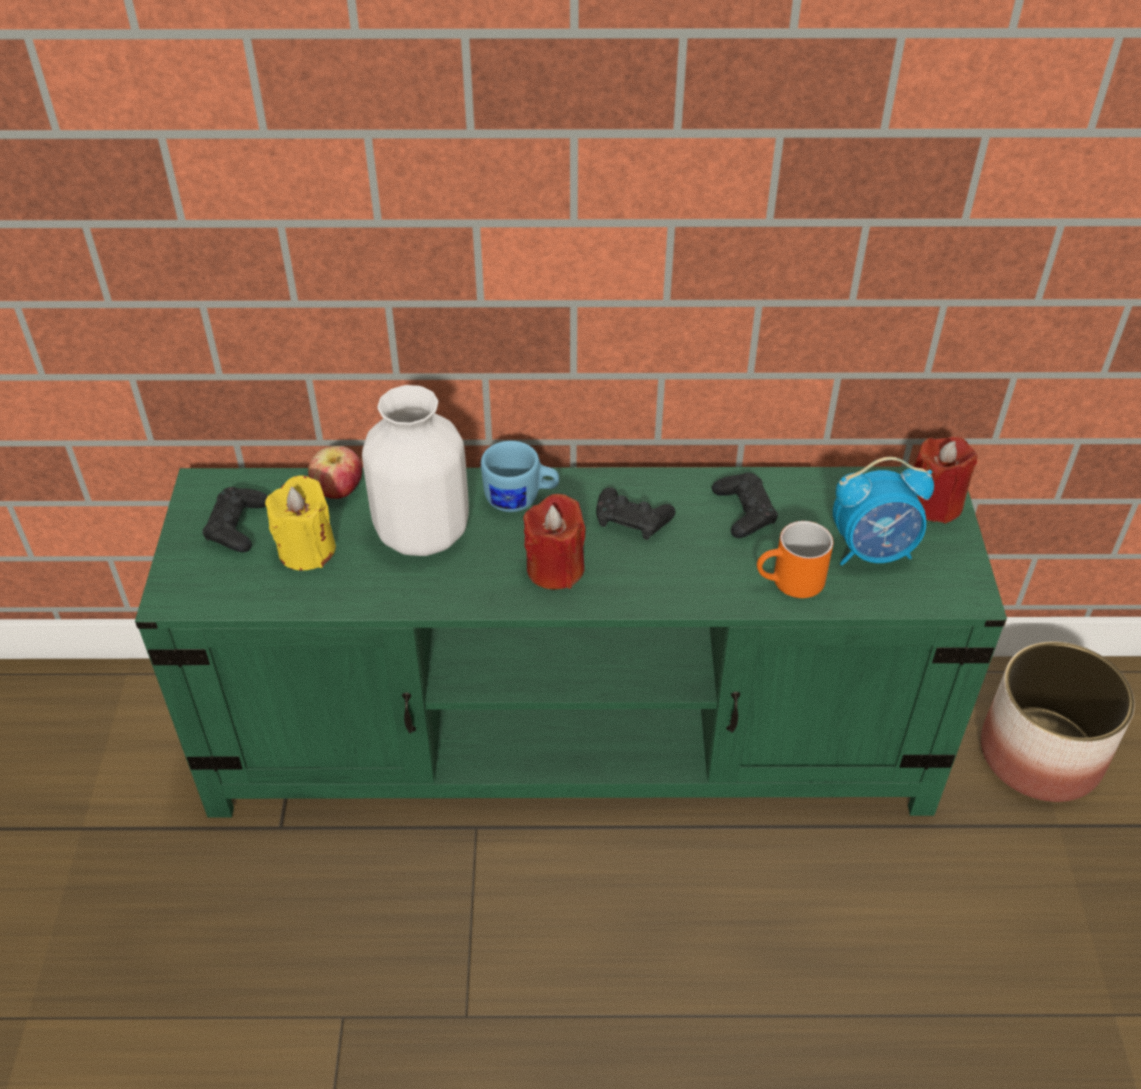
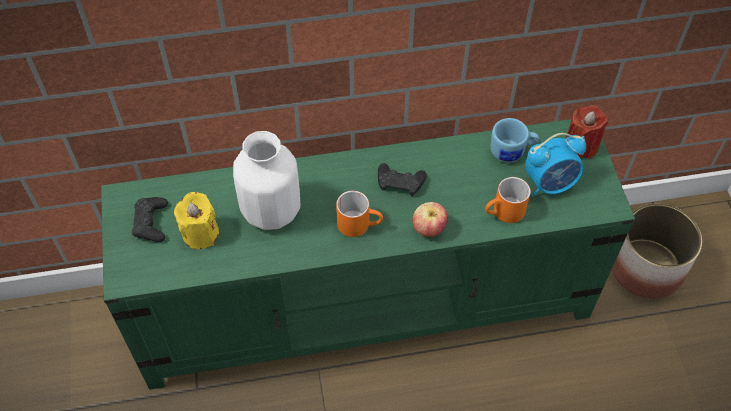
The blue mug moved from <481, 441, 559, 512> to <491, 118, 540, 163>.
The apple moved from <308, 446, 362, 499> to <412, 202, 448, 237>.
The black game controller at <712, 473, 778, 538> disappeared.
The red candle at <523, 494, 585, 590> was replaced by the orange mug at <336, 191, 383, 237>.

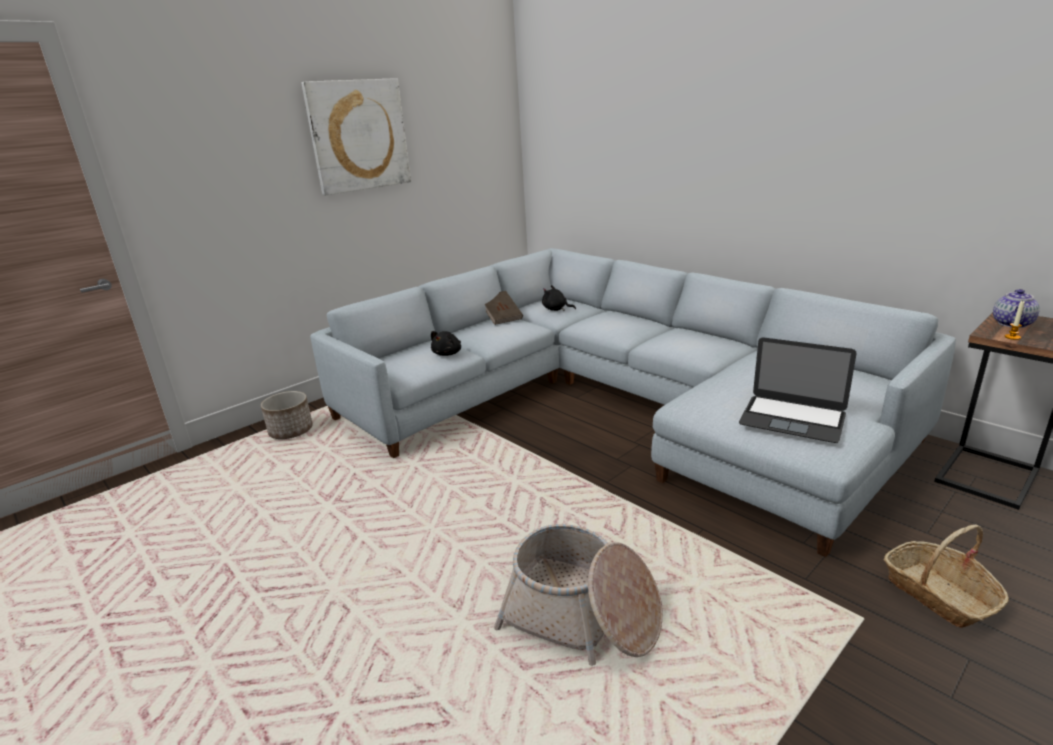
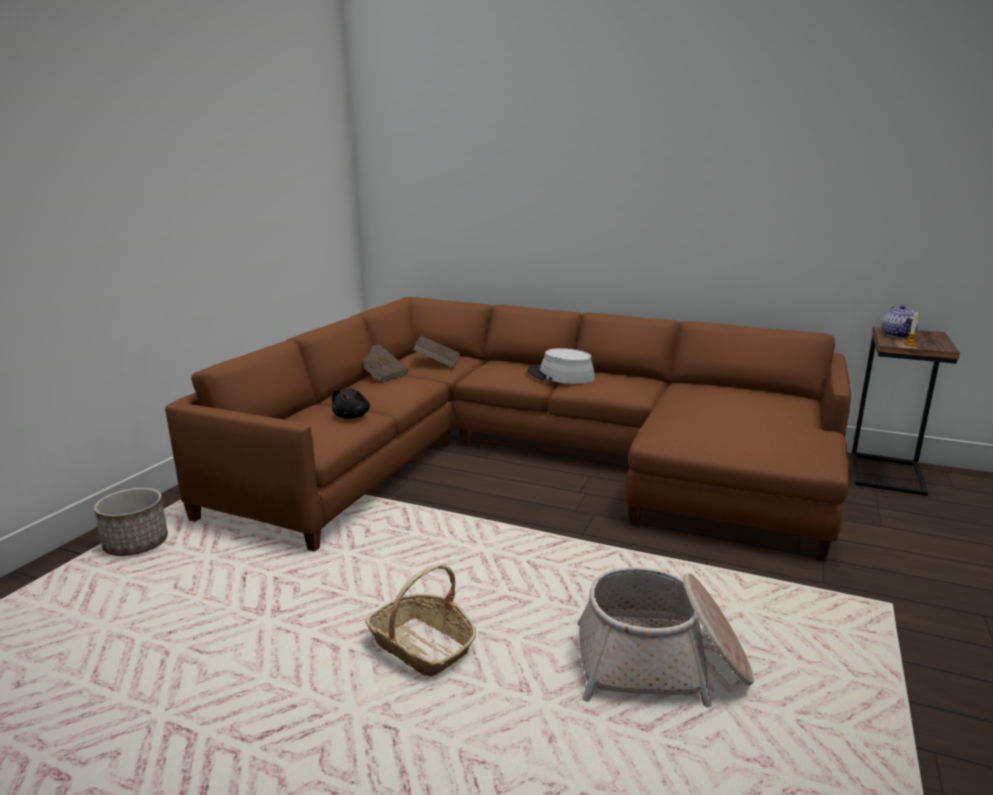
The picture at <301, 78, 411, 195> disappeared.
The grey sofa at <310, 248, 956, 557> became the brown sofa at <165, 297, 851, 562>.
The black plush toy at <542, 285, 576, 311> was replaced by the brown book at <412, 336, 460, 368>.
The laptop at <739, 337, 856, 443> disappeared.
The basket moved from <884, 524, 1009, 628> to <365, 564, 476, 676>.
The grey hat at <527, 348, 595, 384> appeared.

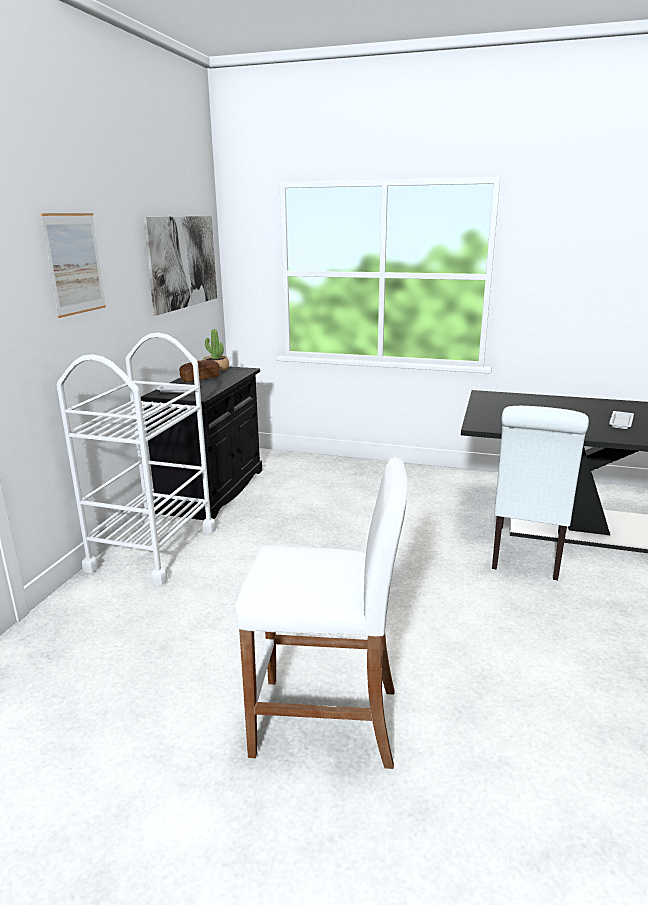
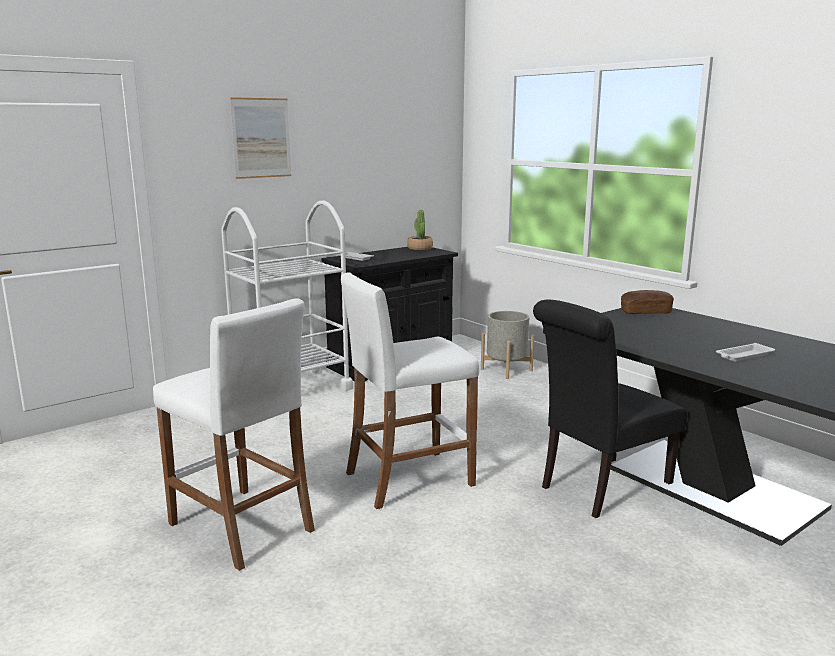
The picture at <143, 216, 217, 315> disappeared.
The bread moved from <179, 360, 220, 382> to <621, 290, 674, 314>.
The white chair at <492, 406, 589, 580> became the black chair at <533, 300, 687, 518>.
The white stool at <341, 272, 479, 509> appeared.
The grey planter at <481, 311, 534, 379> appeared.

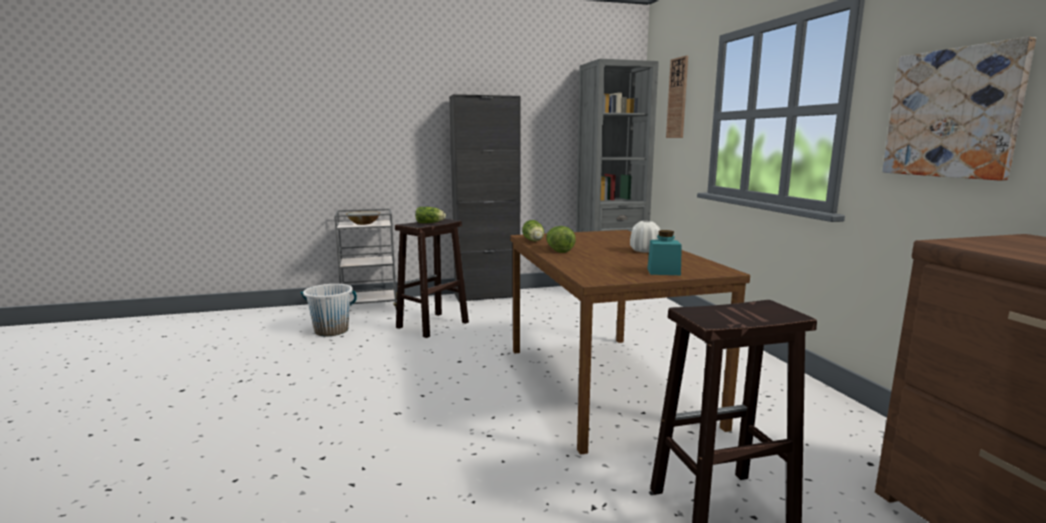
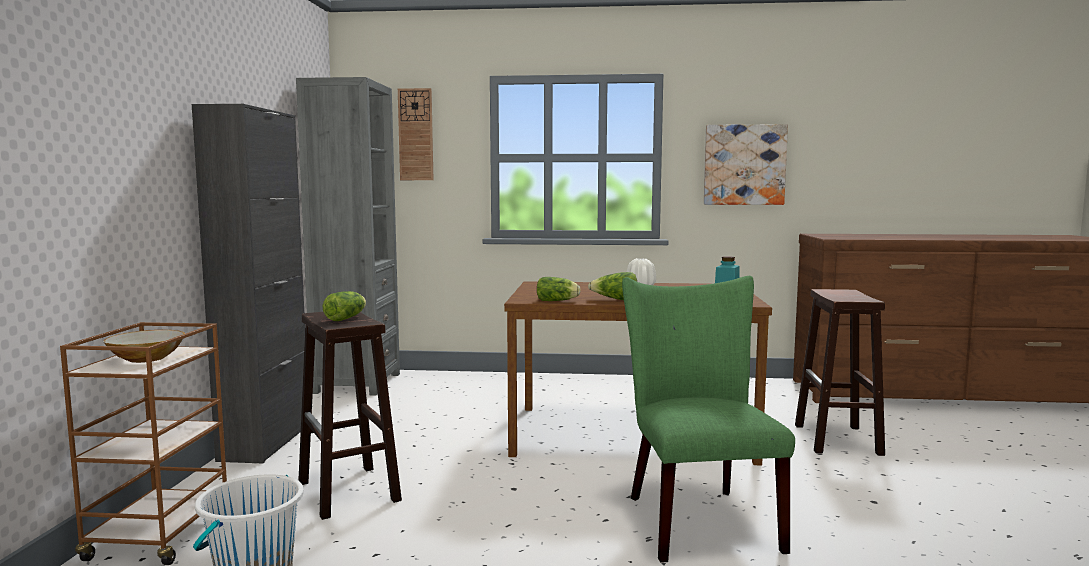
The grey cart at <334, 209, 405, 310> became the brown cart at <60, 322, 227, 565>.
The green chair at <622, 276, 795, 563> appeared.

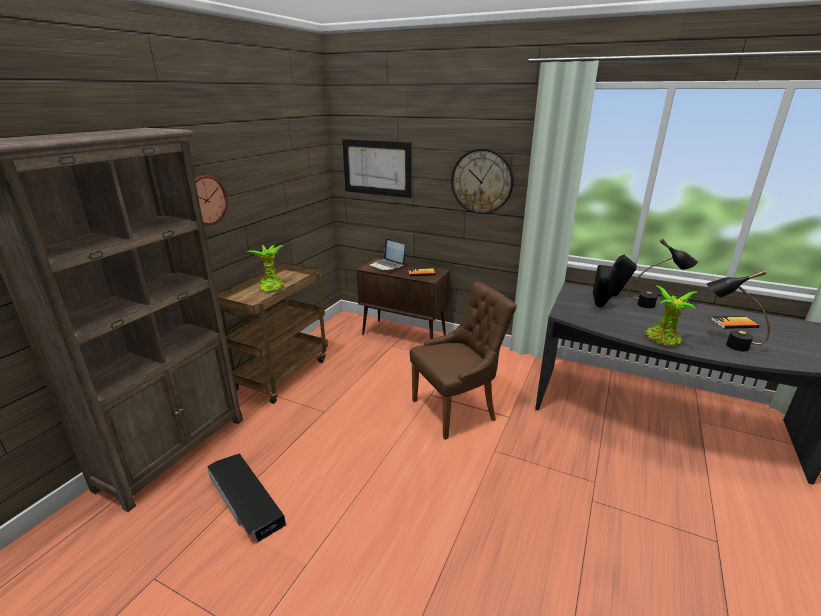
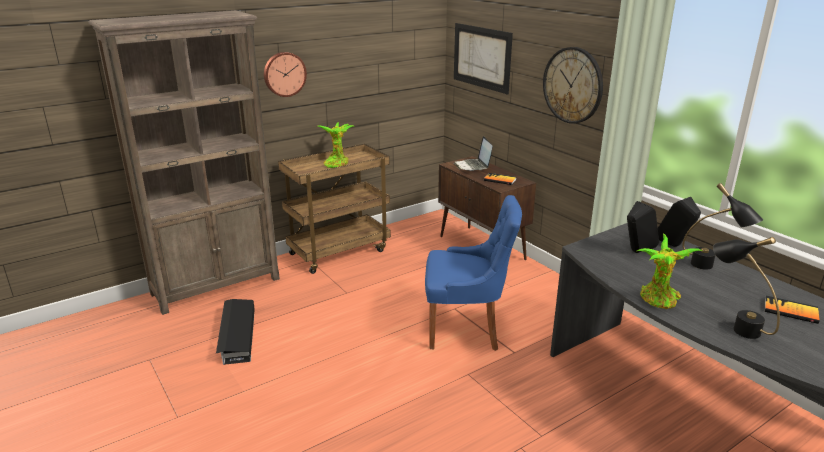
The brown chair at <410, 282, 517, 440> became the blue chair at <425, 195, 522, 351>.

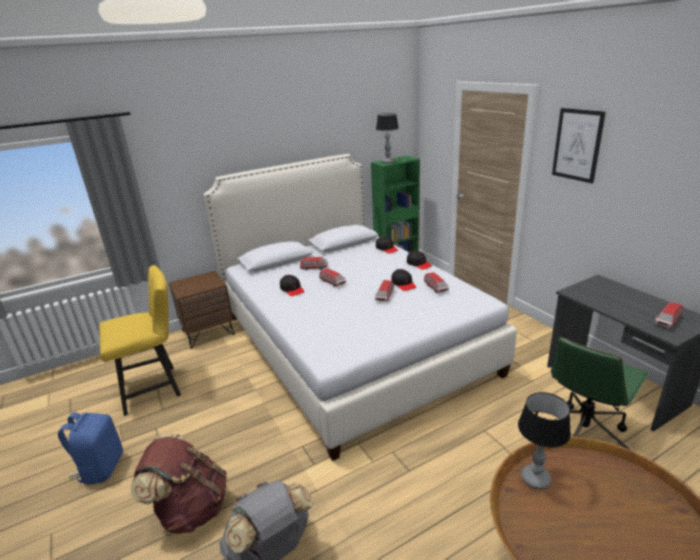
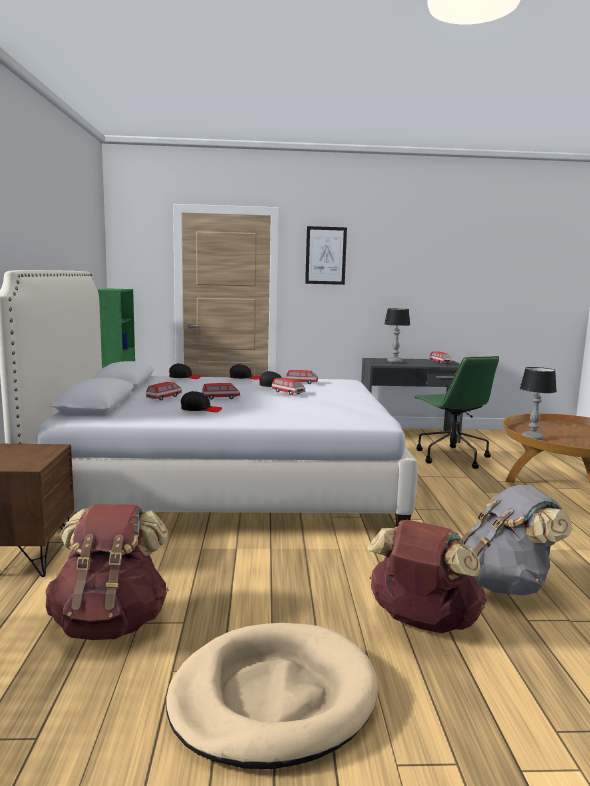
The table lamp moved from <376, 113, 399, 164> to <384, 308, 410, 363>.
The yellow chair at <99, 265, 181, 416> was replaced by the brown backpack at <45, 504, 169, 640>.
The blue backpack at <58, 412, 123, 485> was replaced by the beige dog bed at <166, 623, 378, 769>.

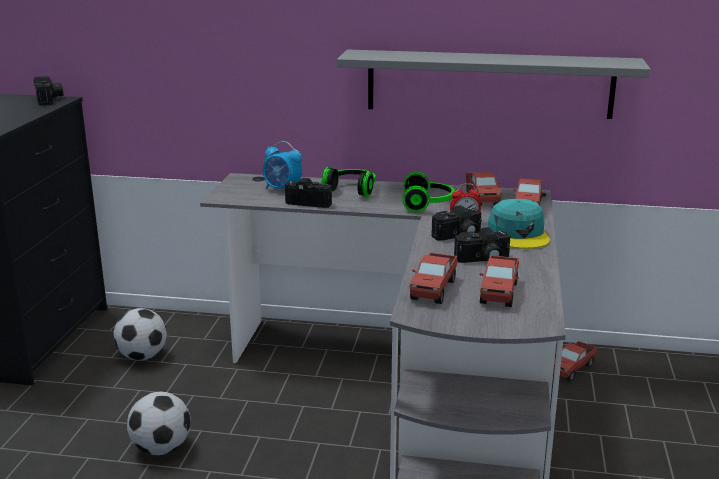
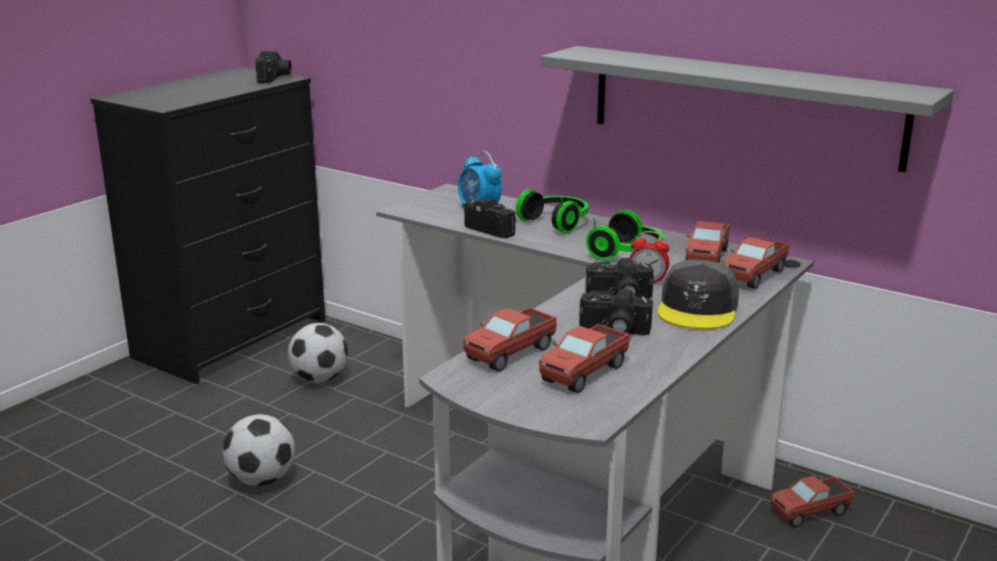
The turquoise cap at <488, 199, 550, 249> became the grey cap at <658, 260, 739, 329>.

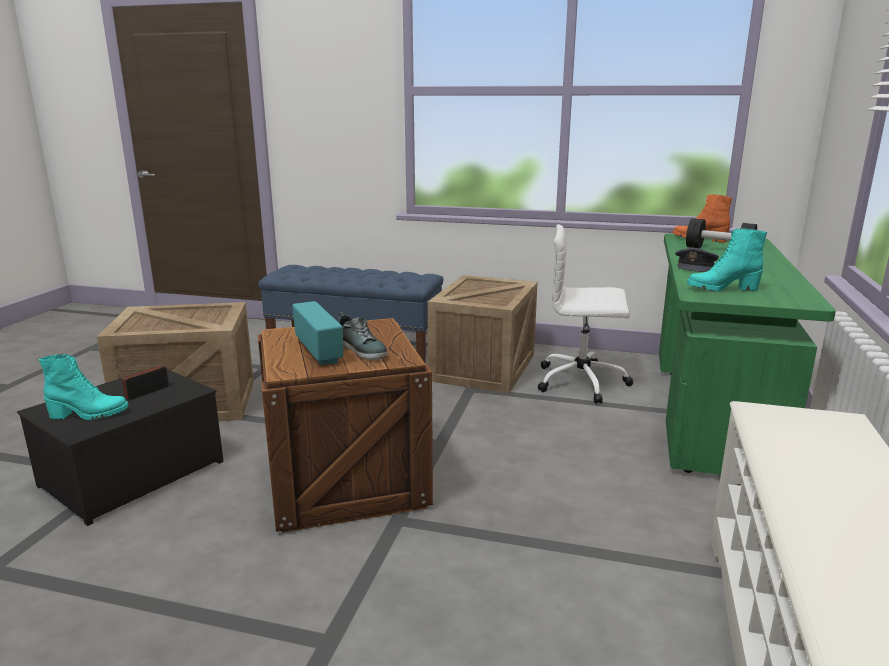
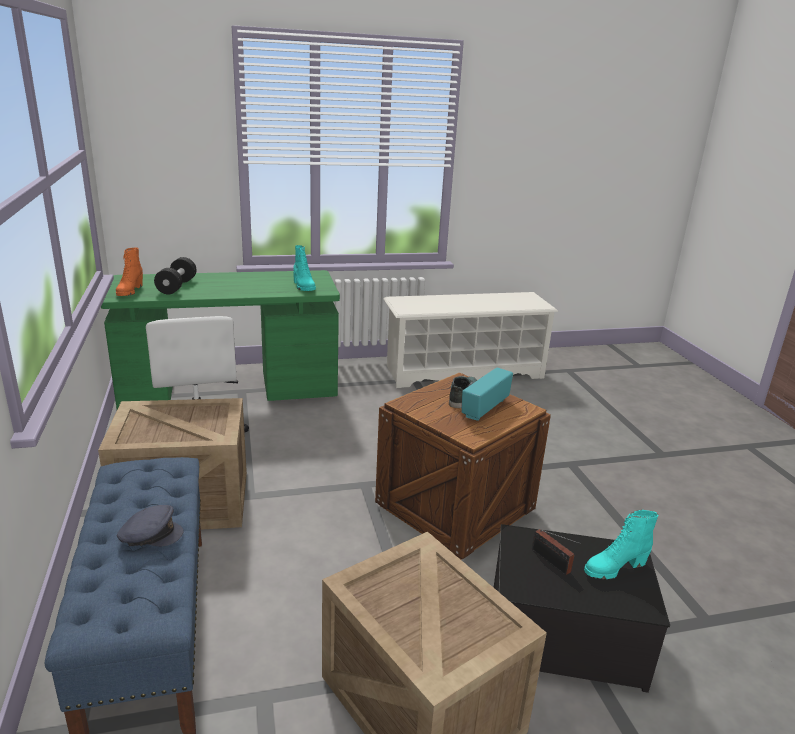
The grey cap moved from <675, 248, 719, 272> to <117, 505, 184, 546>.
The turquoise boot at <39, 354, 129, 420> turned 75 degrees counterclockwise.
The radio at <116, 365, 169, 400> turned 45 degrees clockwise.

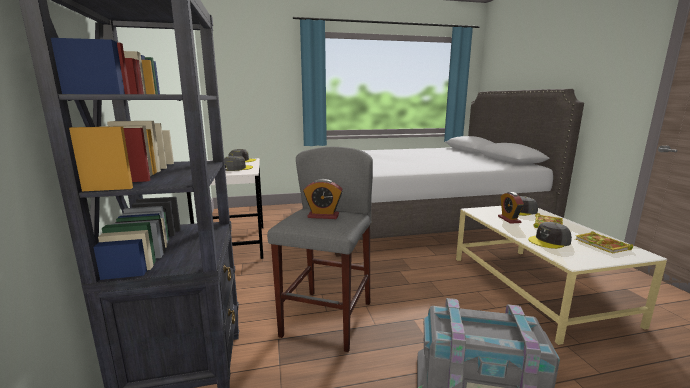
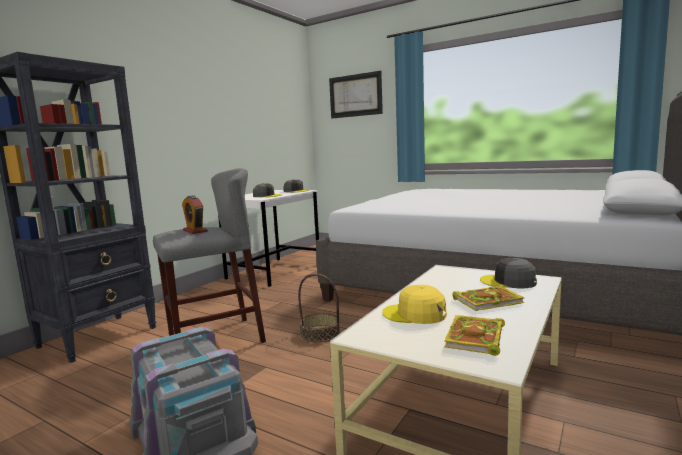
The alarm clock at <498, 192, 524, 224> disappeared.
The grey cap at <528, 222, 572, 249> became the yellow cap at <382, 285, 447, 324>.
The picture at <329, 71, 383, 119> appeared.
The basket at <298, 274, 340, 342> appeared.

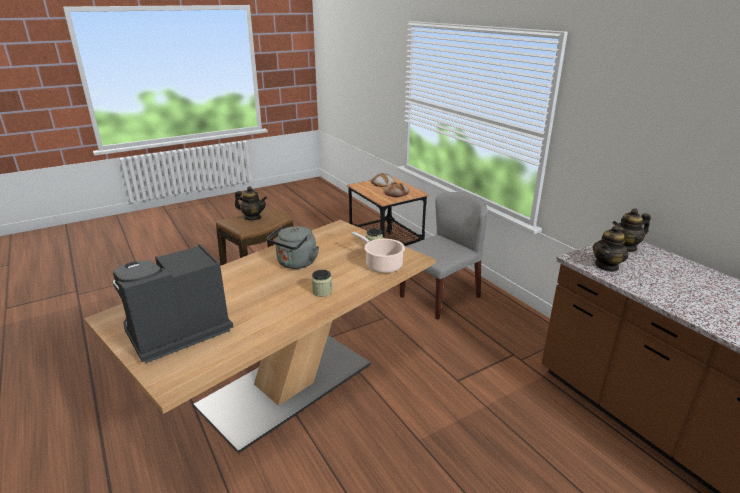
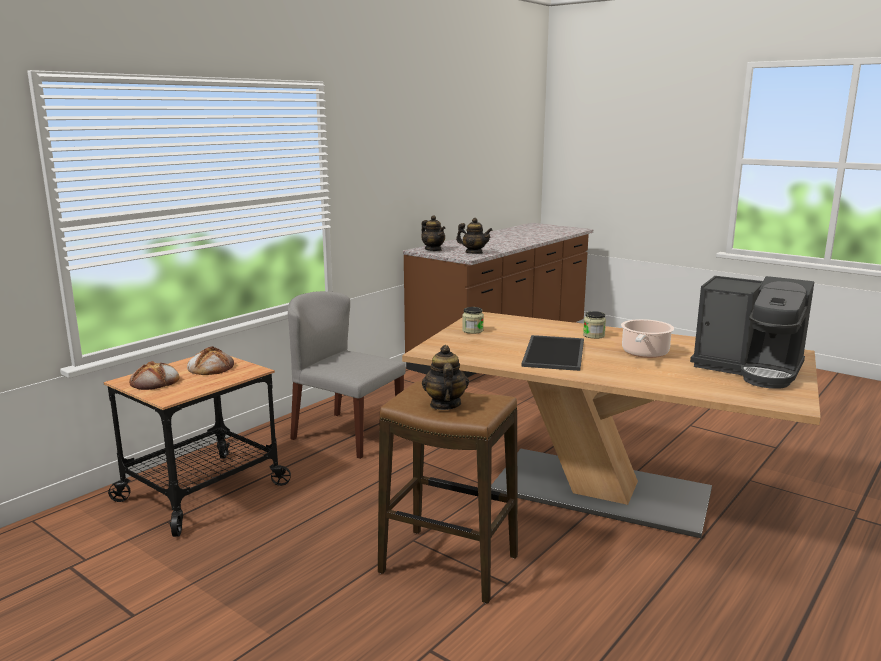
The grey kettle at <267, 226, 319, 269> was replaced by the tray at <521, 335, 584, 371>.
The cooking pot moved from <351, 232, 405, 273> to <621, 319, 674, 358>.

